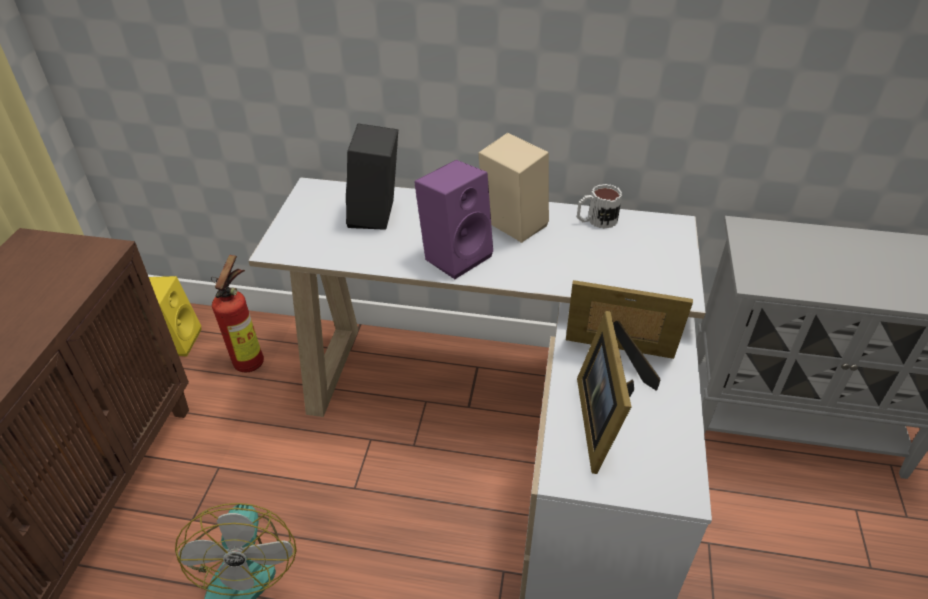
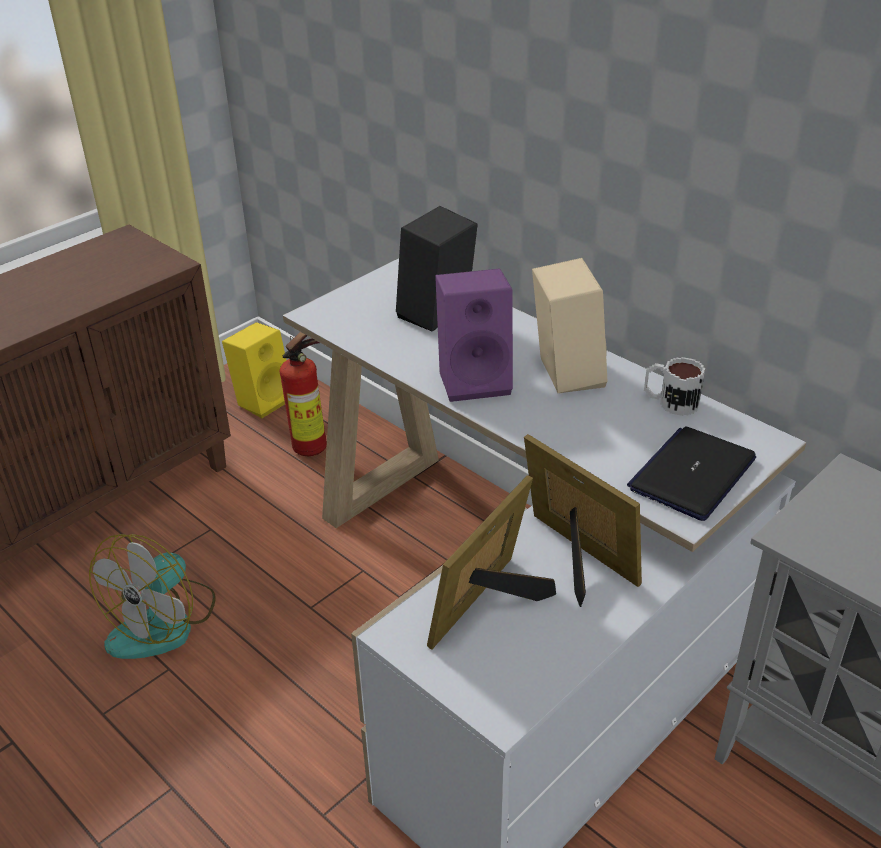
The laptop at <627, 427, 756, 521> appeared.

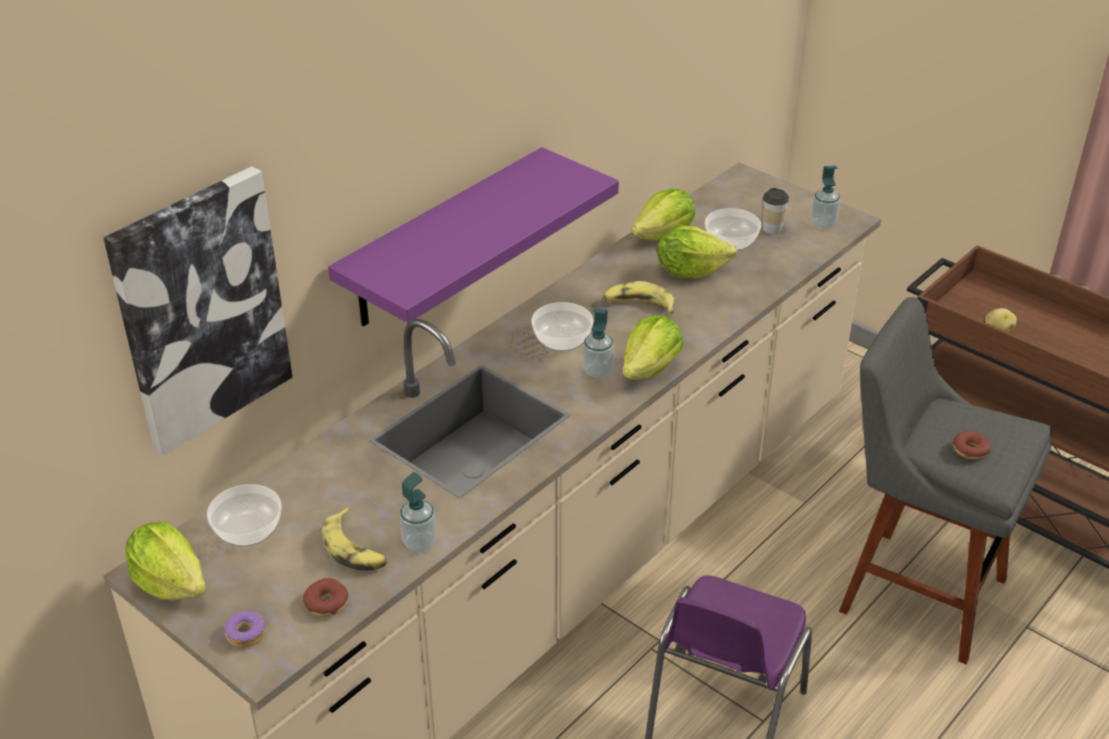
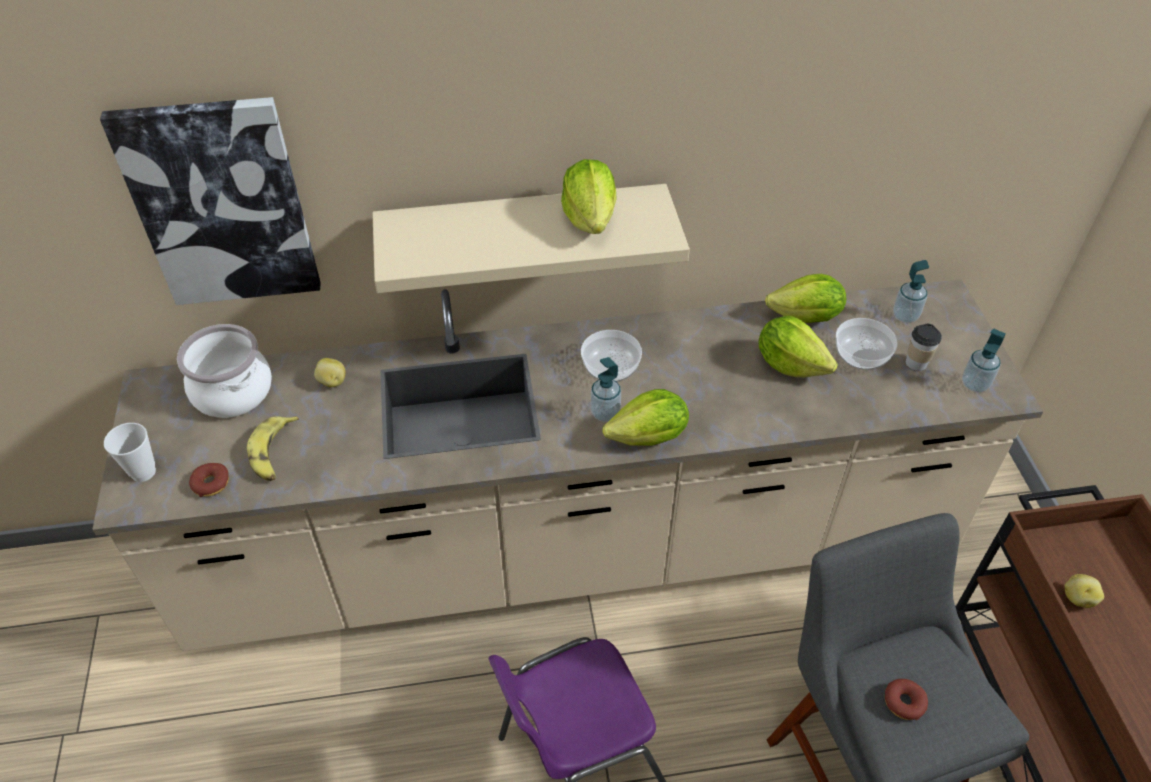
The purple shelf at <328, 147, 619, 327> became the beige shelf at <372, 184, 690, 293>.
The banana at <603, 281, 674, 314> disappeared.
The soap dispenser moved from <400, 472, 437, 552> to <893, 260, 929, 323>.
The bowl at <207, 484, 282, 547> was replaced by the cooking pot at <177, 324, 272, 418>.
The lettuce moved from <125, 521, 206, 600> to <561, 159, 616, 234>.
The donut at <224, 611, 266, 648> was replaced by the cup at <104, 423, 156, 482>.
The potato at <314, 358, 346, 387> appeared.

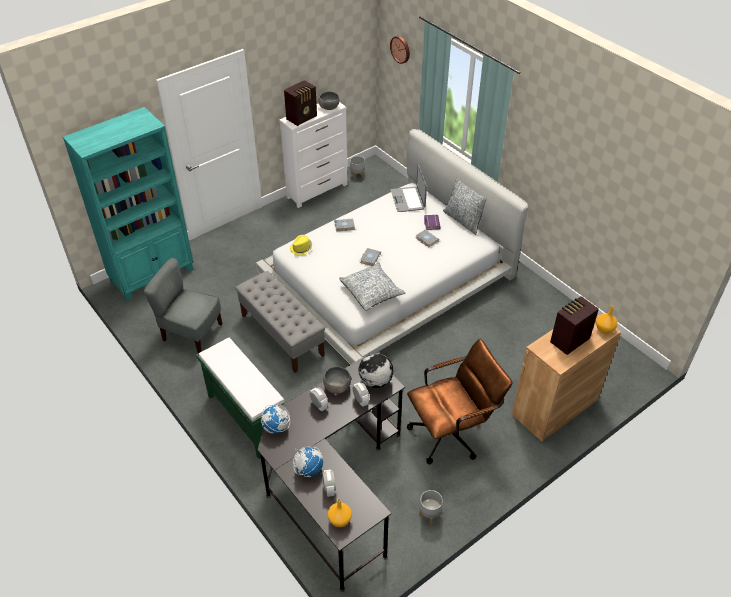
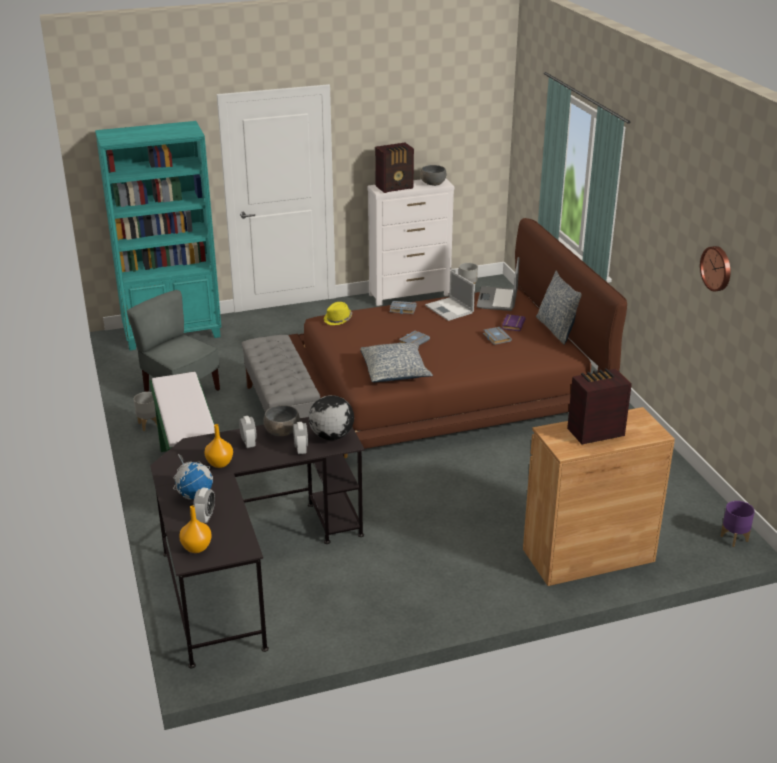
The wall clock moved from <390, 36, 410, 64> to <700, 246, 731, 292>.
The white bed at <256, 129, 528, 365> became the brown bed at <289, 218, 627, 458>.
The orange vase moved from <596, 306, 617, 334> to <205, 424, 233, 468>.
The brown office chair at <407, 339, 513, 464> disappeared.
The globe at <261, 404, 290, 434> disappeared.
The grey planter moved from <419, 490, 443, 525> to <134, 392, 157, 431>.
The laptop at <425, 270, 475, 321> appeared.
The purple planter at <720, 501, 755, 547> appeared.

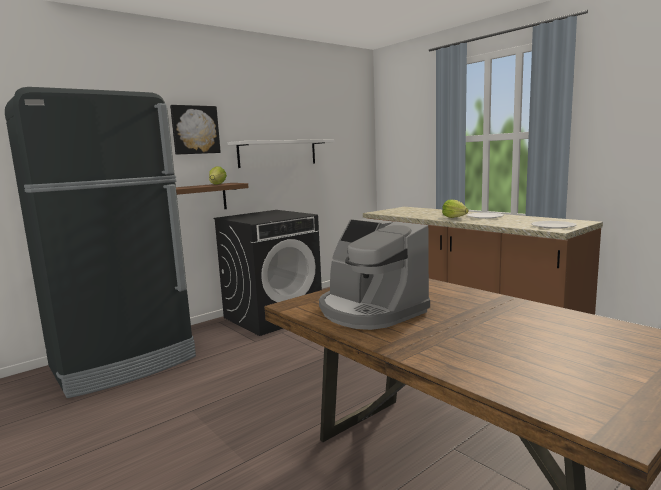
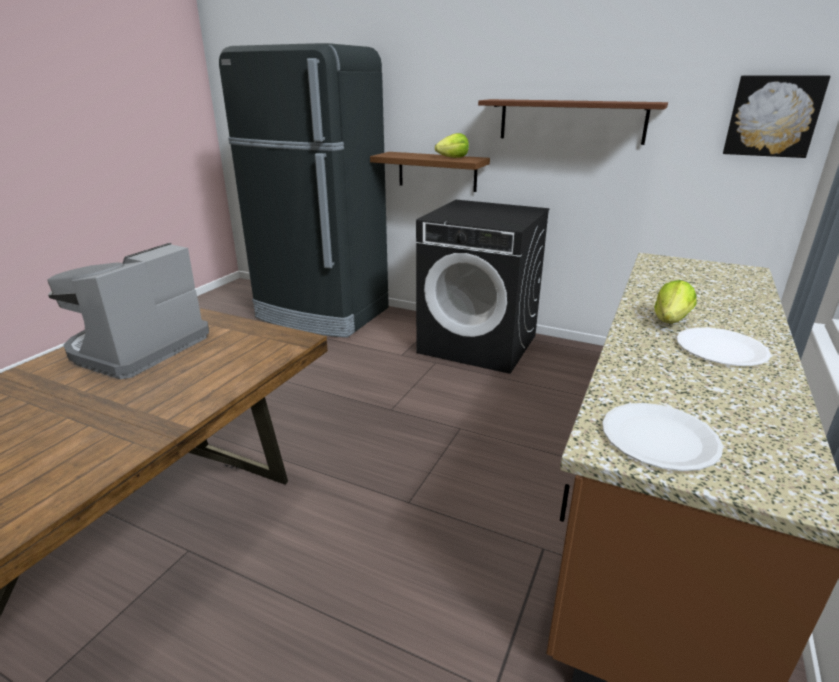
The picture moved from <170, 105, 221, 155> to <723, 76, 830, 158>.
The white shelf at <228, 139, 335, 168> became the brown shelf at <478, 99, 668, 145>.

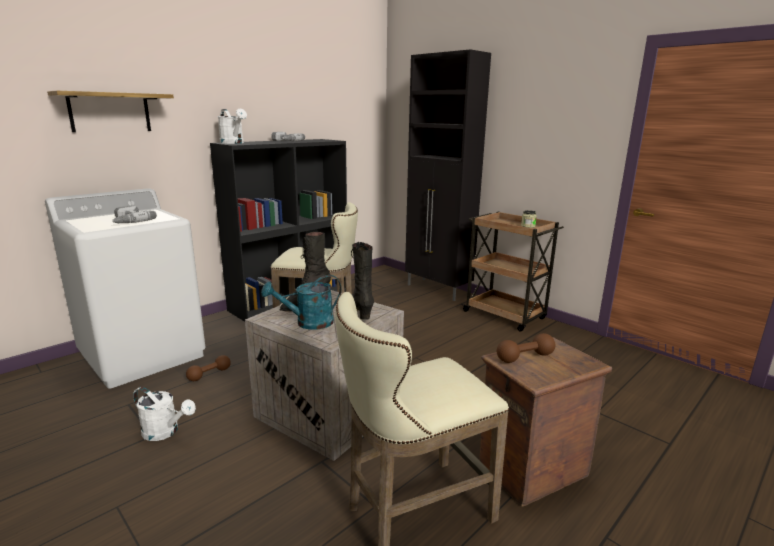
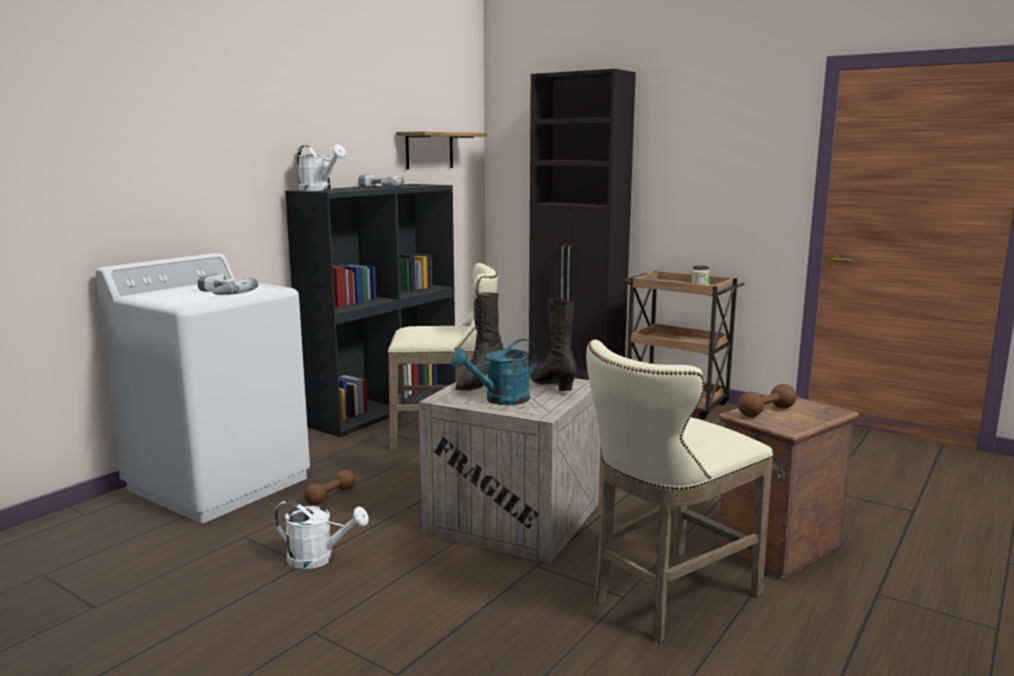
The shelf moved from <47, 91, 174, 132> to <396, 131, 487, 169>.

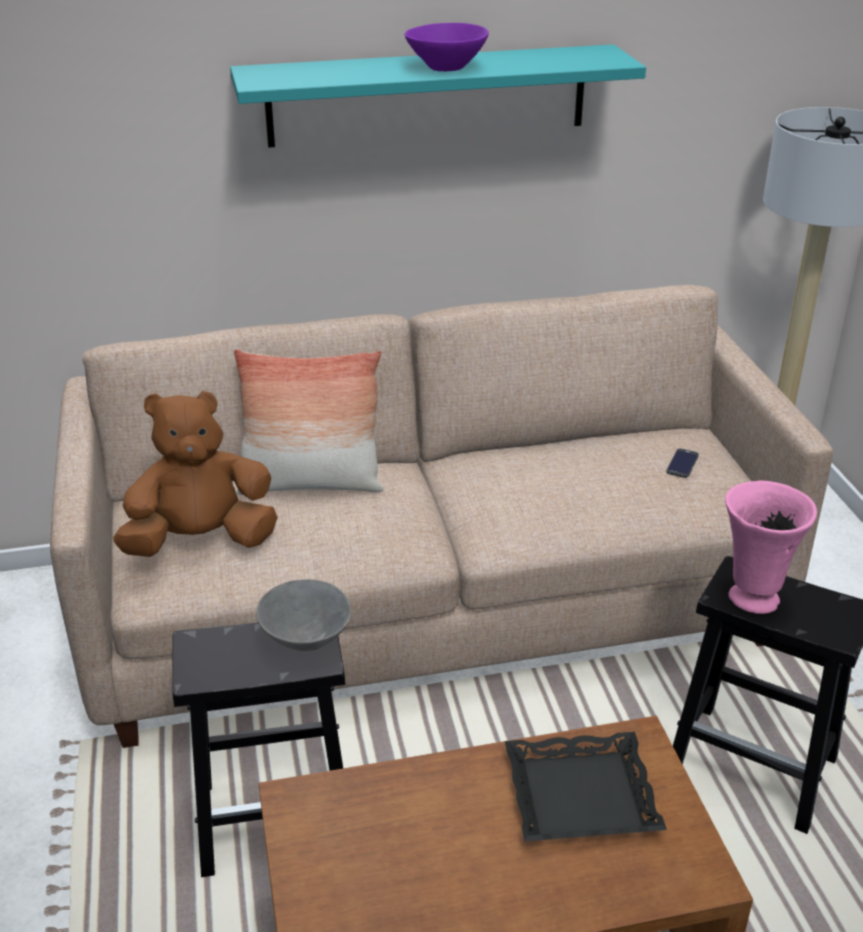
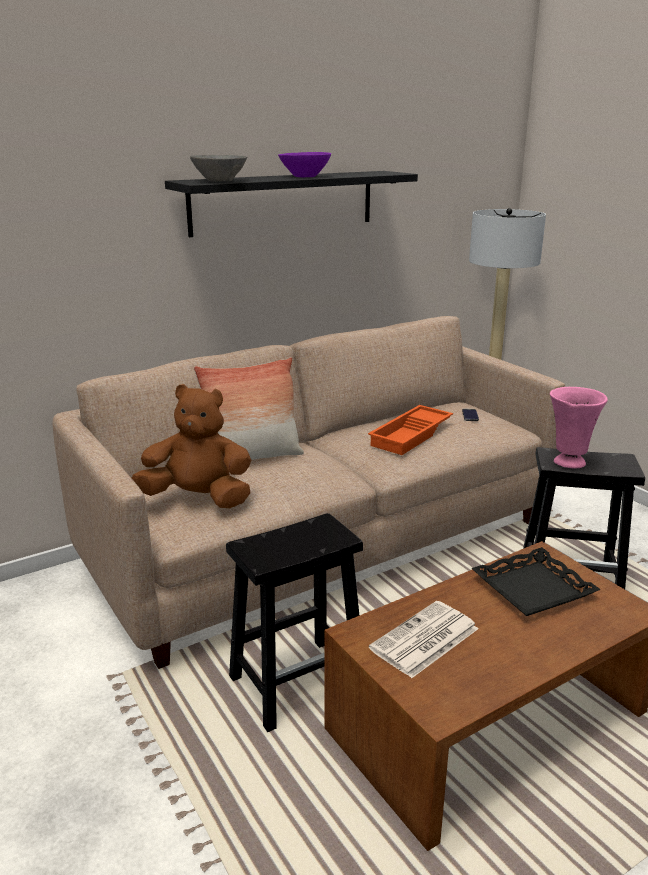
The turquoise shelf at <230, 44, 646, 148> became the black shelf at <165, 171, 418, 237>.
The brown plush toy at <113, 391, 278, 557> turned 45 degrees clockwise.
The grey bowl moved from <256, 579, 351, 651> to <190, 155, 247, 182>.
The orange tray at <368, 405, 453, 455> appeared.
The newspaper at <369, 601, 478, 678> appeared.

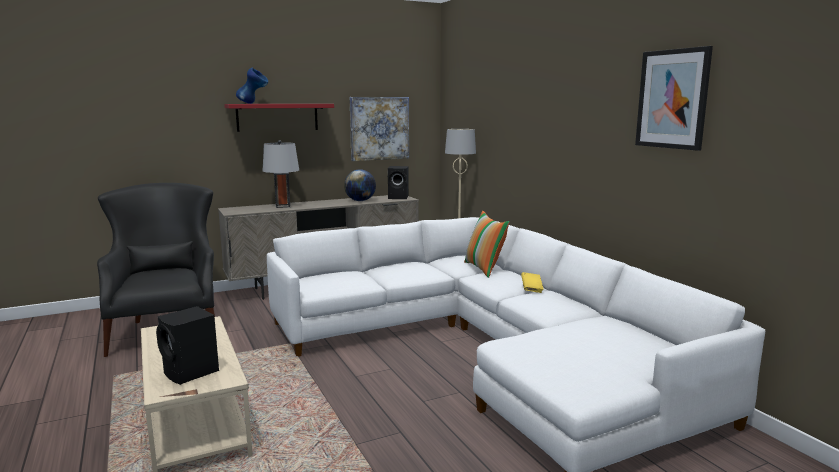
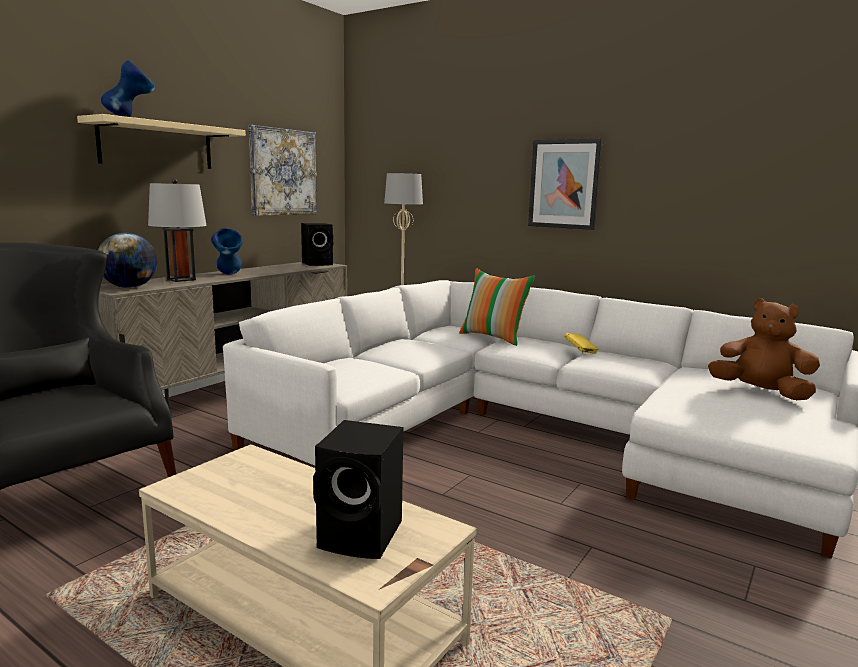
The picture moved from <635, 46, 713, 151> to <528, 139, 603, 230>.
The red shelf at <224, 104, 334, 132> became the beige shelf at <77, 114, 246, 169>.
The globe moved from <344, 169, 376, 201> to <98, 233, 157, 288>.
The blue vase at <211, 228, 243, 275> appeared.
The brown plush toy at <708, 299, 820, 400> appeared.

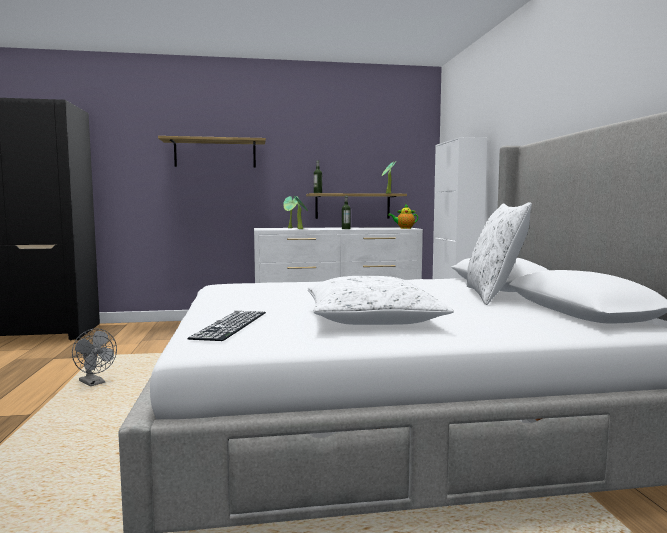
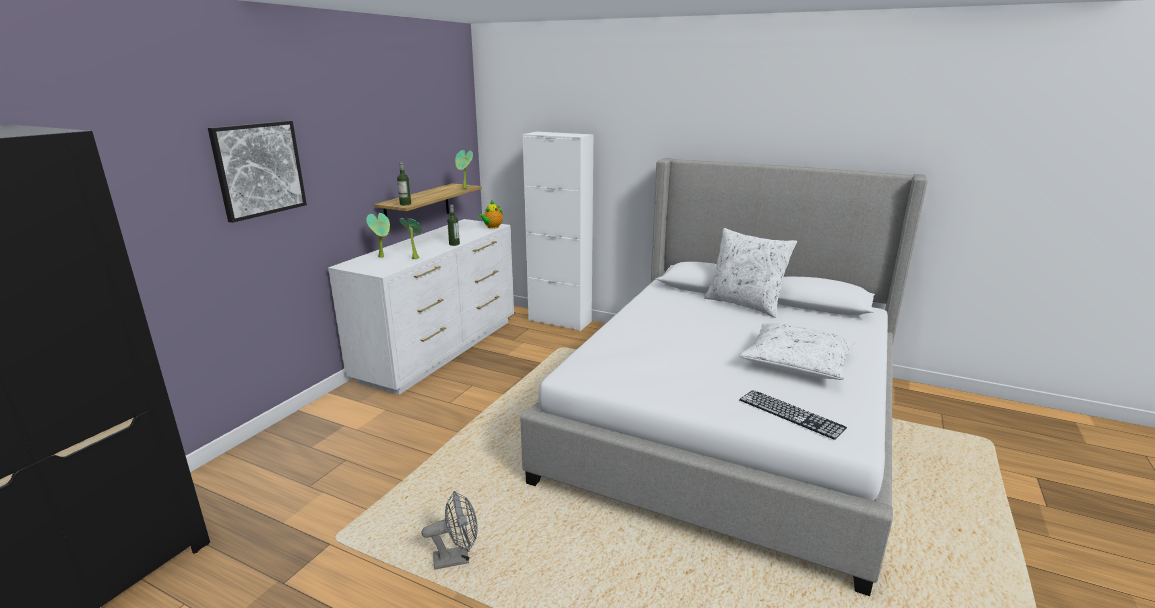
The shelf at <158, 136, 266, 168> was replaced by the picture at <208, 121, 307, 223>.

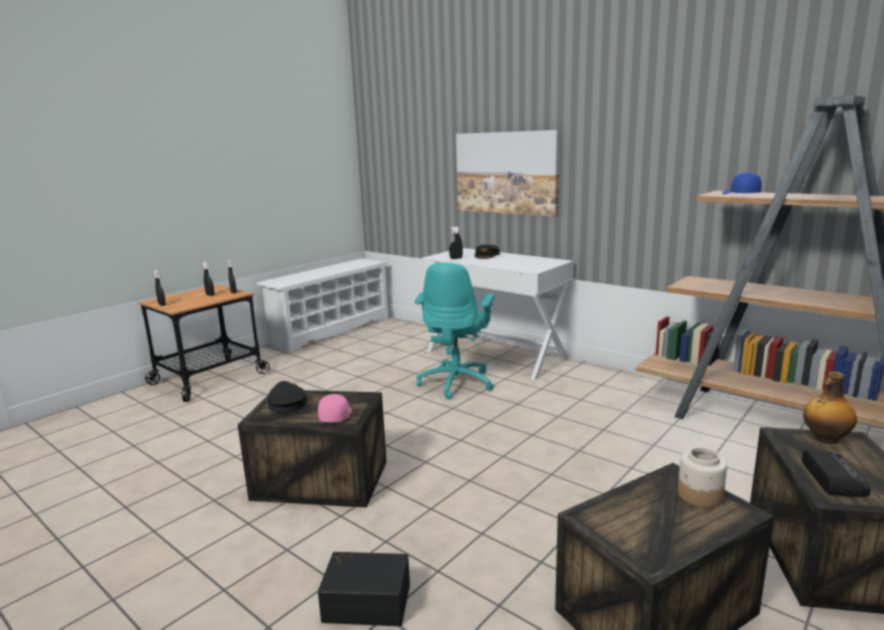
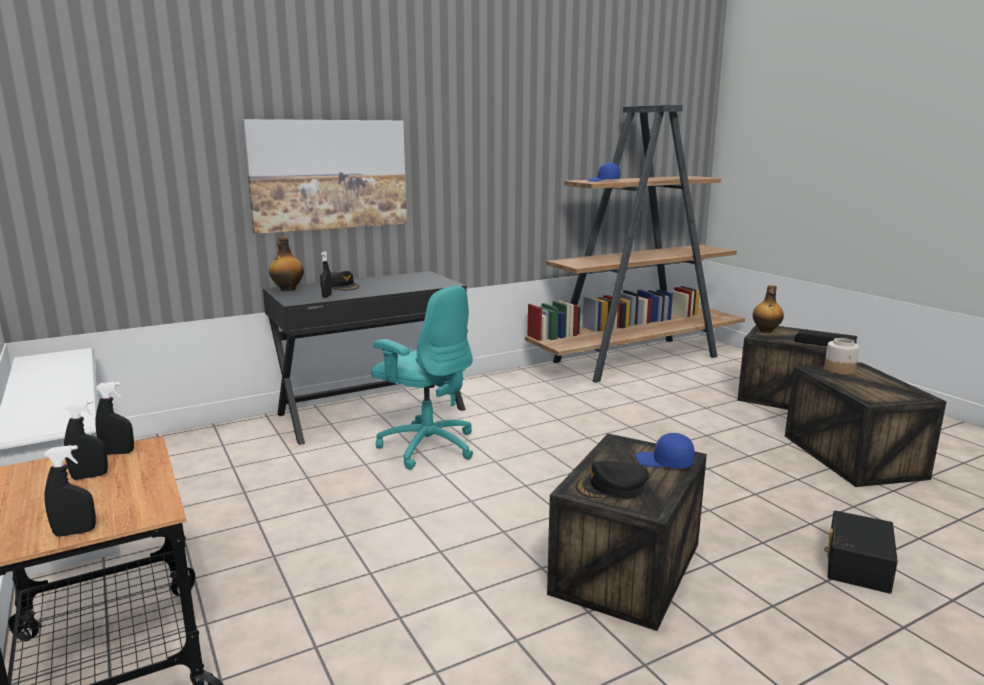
The white desk at <421, 248, 574, 380> became the black desk at <263, 271, 467, 445>.
The pink cap at <318, 394, 352, 423> became the blue cap at <636, 433, 695, 469>.
The bottle at <269, 237, 304, 291> appeared.

